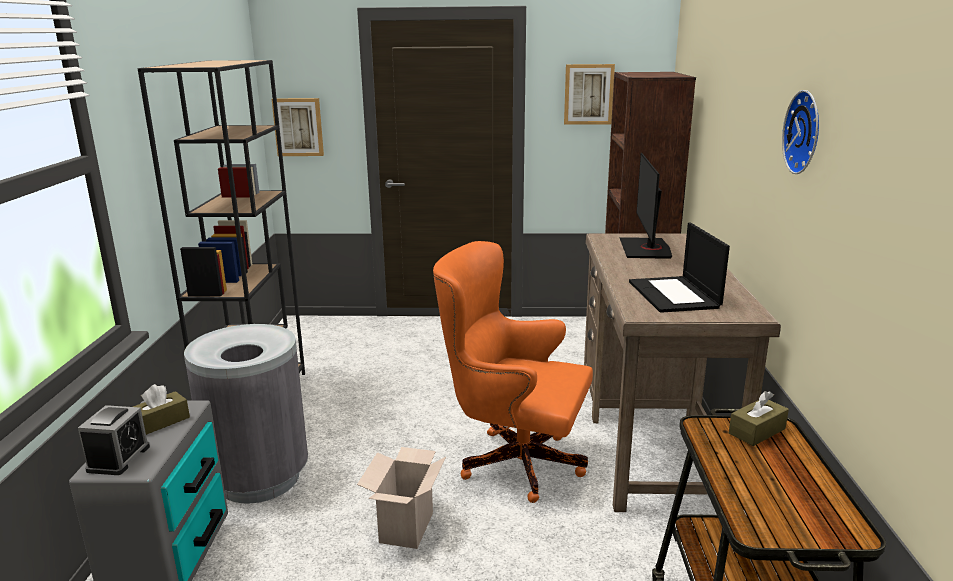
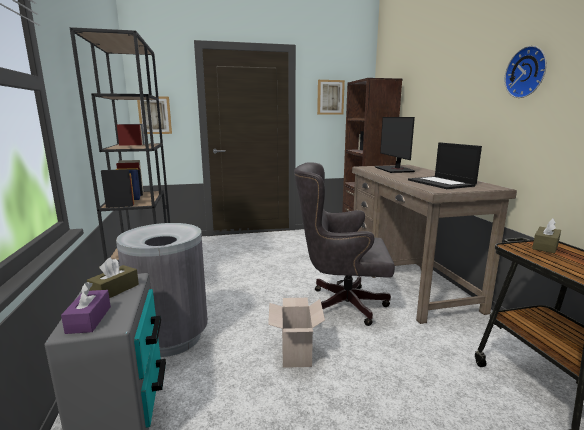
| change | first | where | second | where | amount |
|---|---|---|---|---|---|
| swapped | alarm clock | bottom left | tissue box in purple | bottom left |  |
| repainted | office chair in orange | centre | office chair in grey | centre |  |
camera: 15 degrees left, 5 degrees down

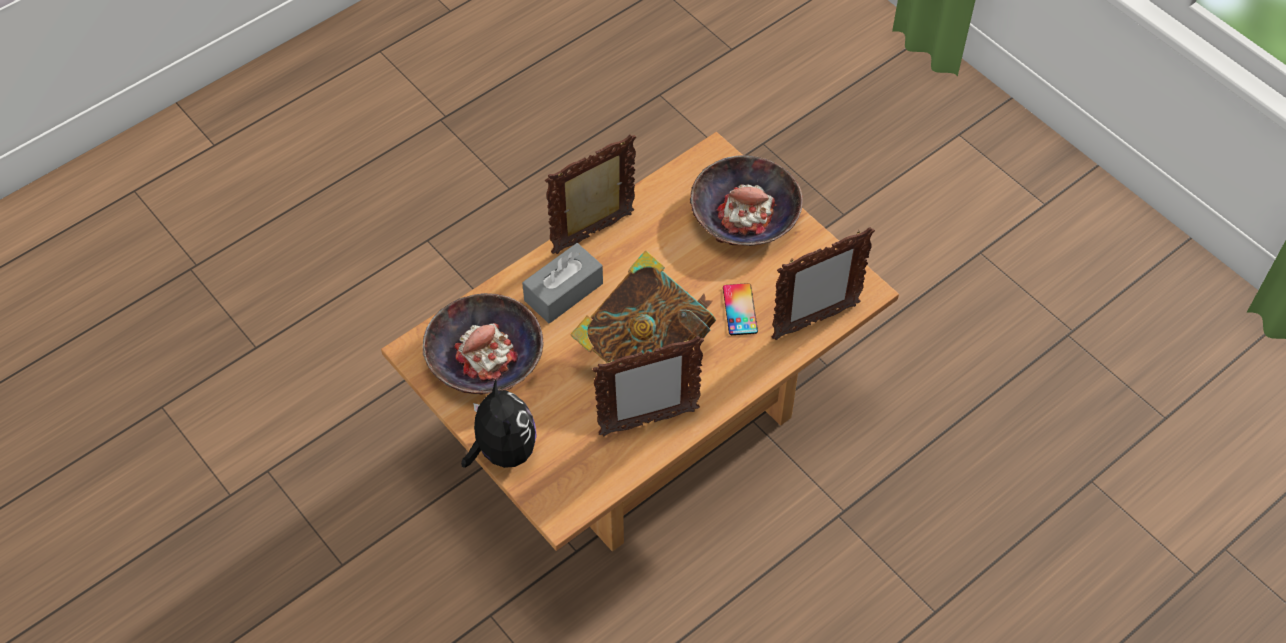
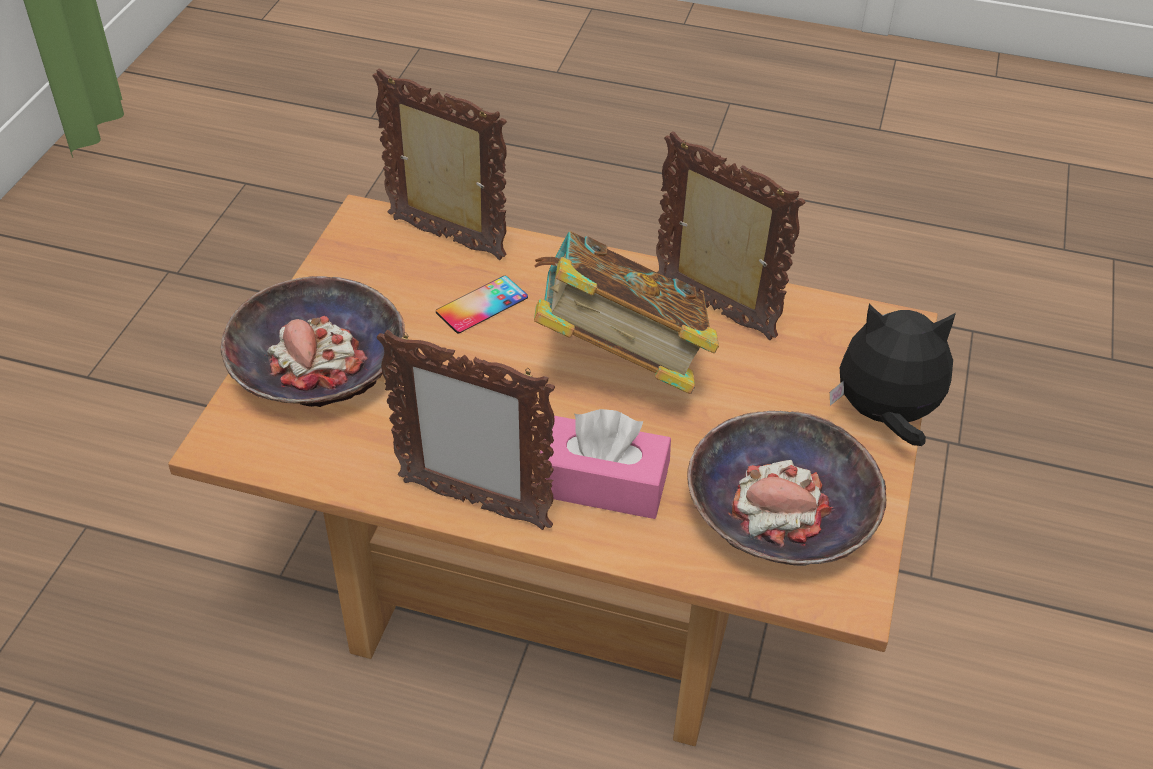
| change | first | where | second | where | amount |
|---|---|---|---|---|---|
| repainted | tissue box in grey | centre | tissue box in pink | centre |  |
| rotated | plush toy | centre |  | middle right | 60 degrees clockwise |
camera: 125 degrees left, 10 degrees down

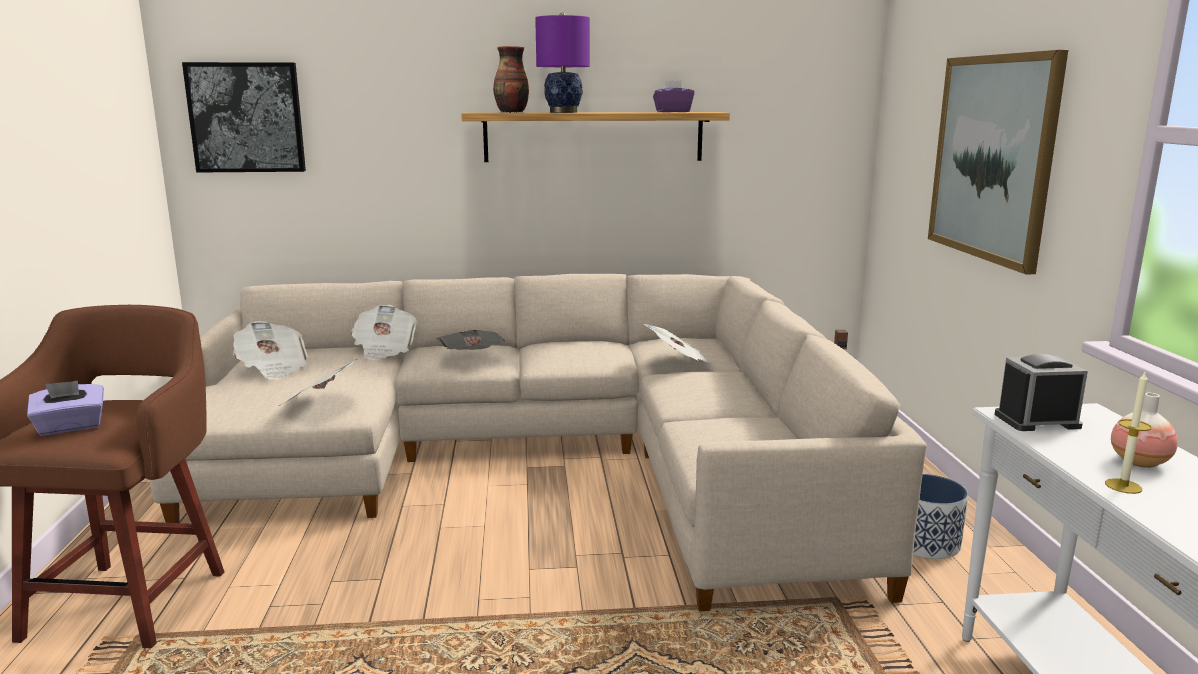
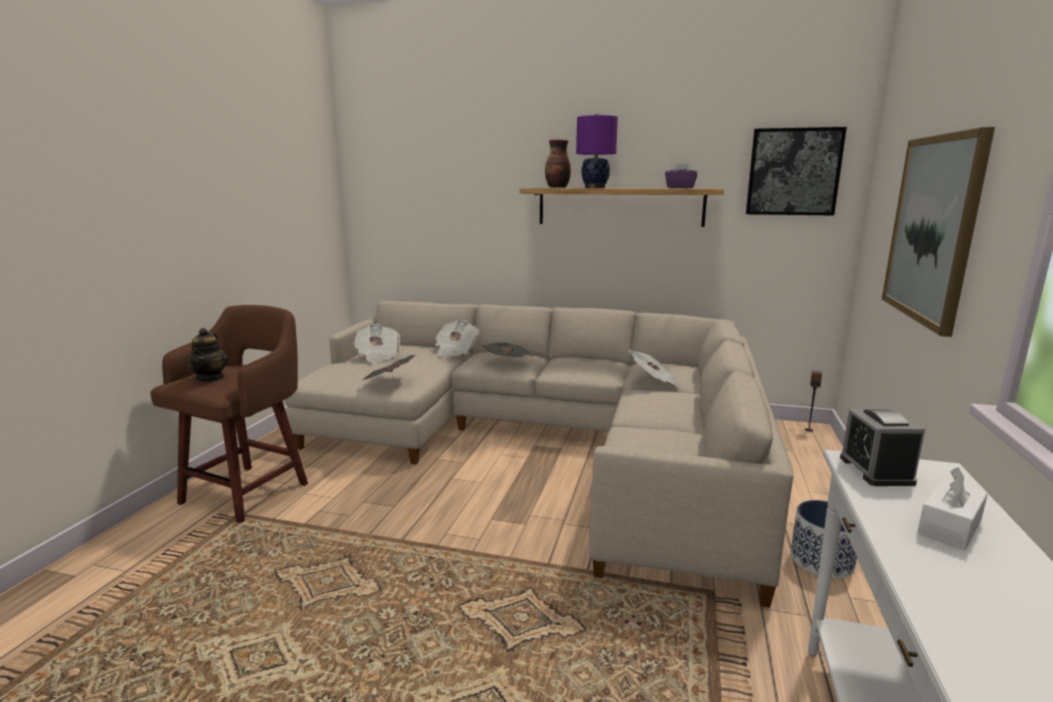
| change | first | where | second | where | amount |
|---|---|---|---|---|---|
| gone | candle | middle right |  |  |  |
| shifted | picture (no. 1 from left) | top left |  | top right |  |
| swapped | tissue box in purple (no. 1 from left) | middle left | teapot | middle left |  |
| swapped | vase (no. 2 from left) | middle right | tissue box in white | bottom right |  |
| rotated | alarm clock | middle right |  | middle right | 105 degrees counterclockwise |
camera: 20 degrees right, 0 degrees up

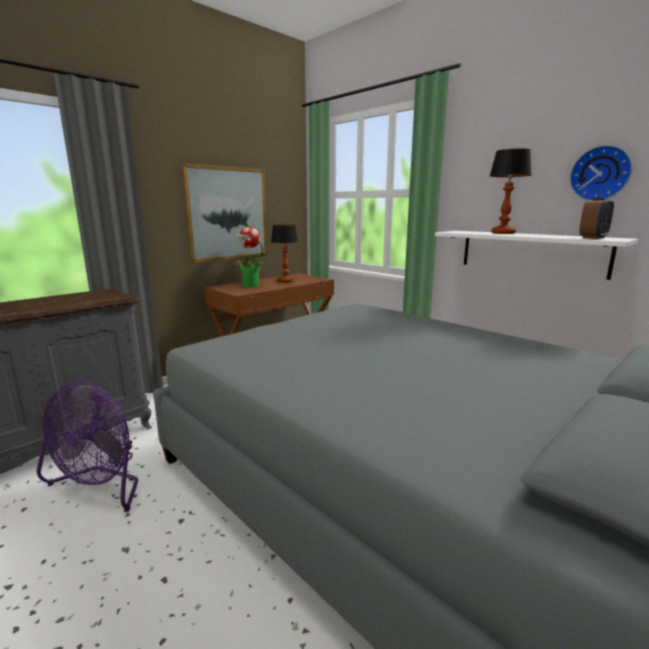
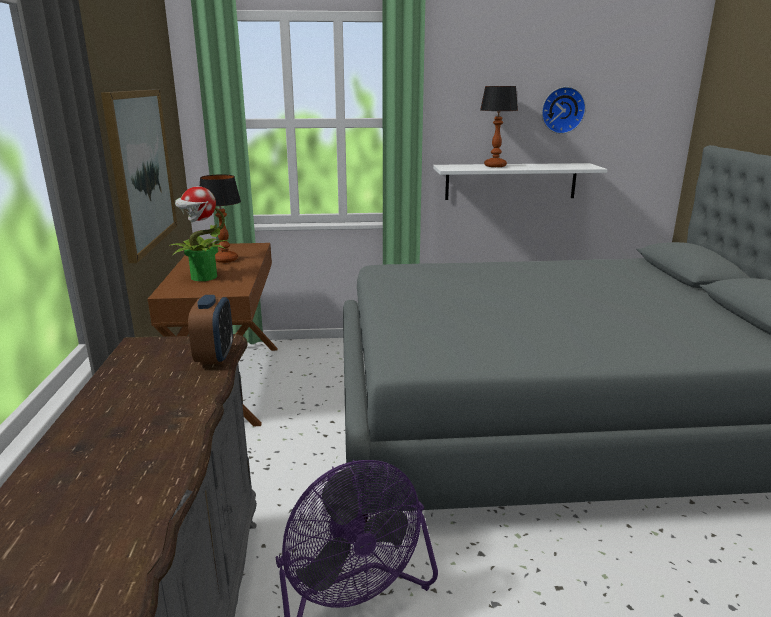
| change | first | where | second | where | amount |
|---|---|---|---|---|---|
| shifted | alarm clock | middle right |  | middle left |  |
camera: 50 degrees left, 5 degrees up

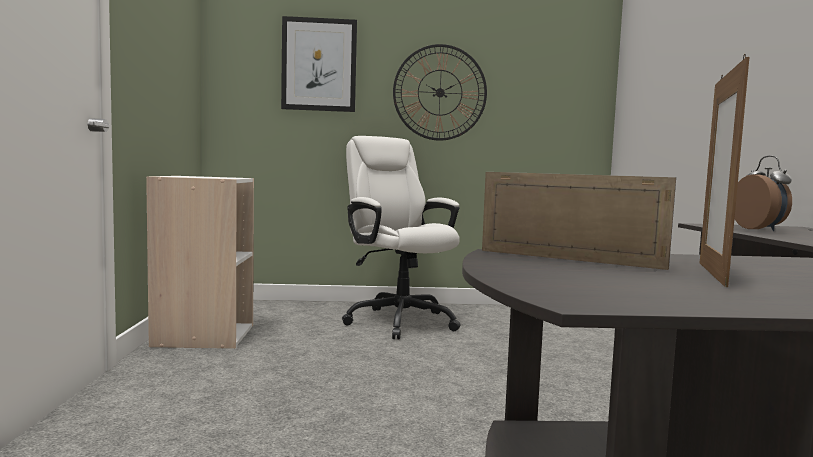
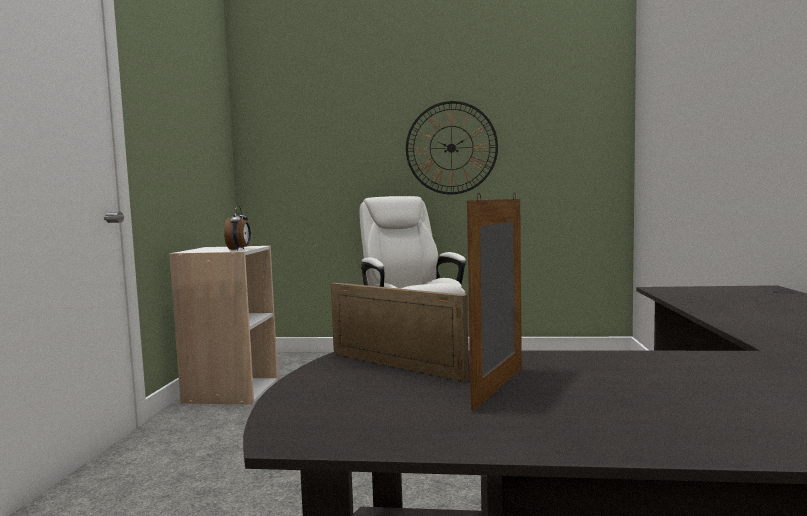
| change | first | where | second | where | amount |
|---|---|---|---|---|---|
| gone | picture | top centre |  |  |  |
| shifted | alarm clock | middle right |  | middle left |  |
camera: 10 degrees right, 0 degrees up

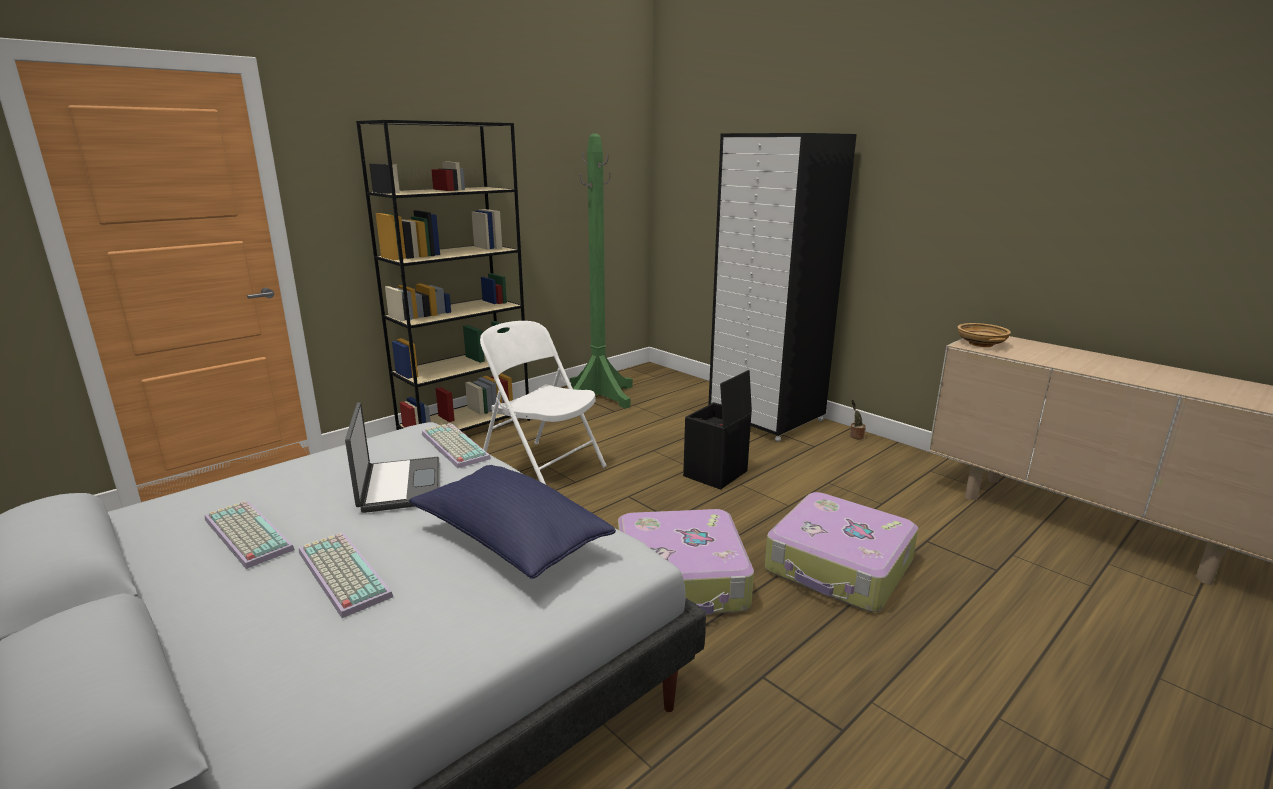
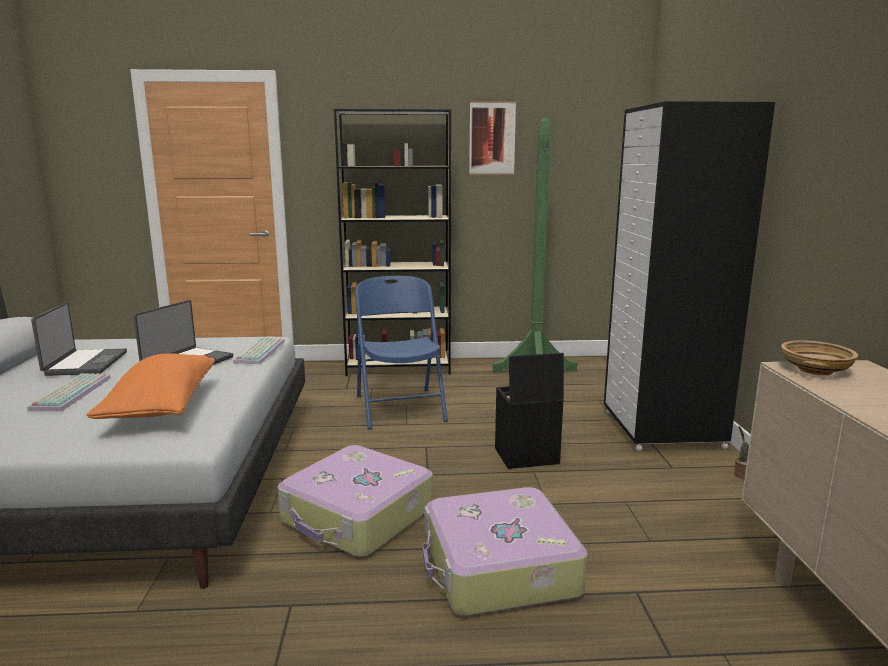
| change | first | where | second | where | amount |
|---|---|---|---|---|---|
| new |  |  | picture | top centre |  |
| swapped | keyboard (no. 1 from left) | bottom left | laptop (no. 1 from left) | middle left |  |
| repainted | pillow in blue | centre | pillow in orange | middle left |  |
| repainted | chair in white | centre | chair in blue | centre |  |
camera: 40 degrees right, 5 degrees down

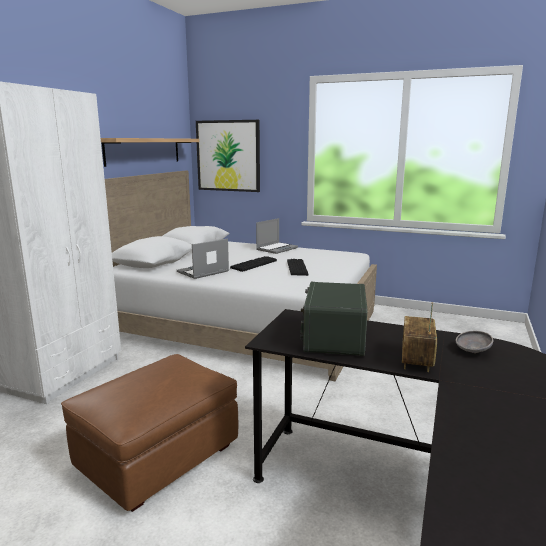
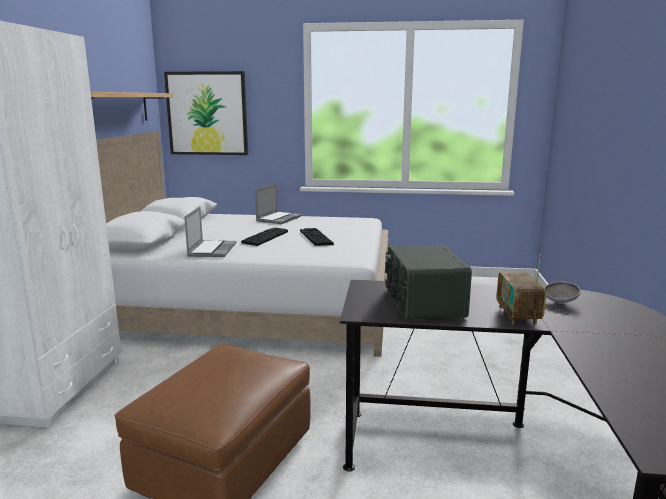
| change | first | where | second | where | amount |
|---|---|---|---|---|---|
| rotated | laptop (no. 1 from left) | centre |  | middle left | 150 degrees clockwise |
camera: 15 degrees left, 0 degrees up

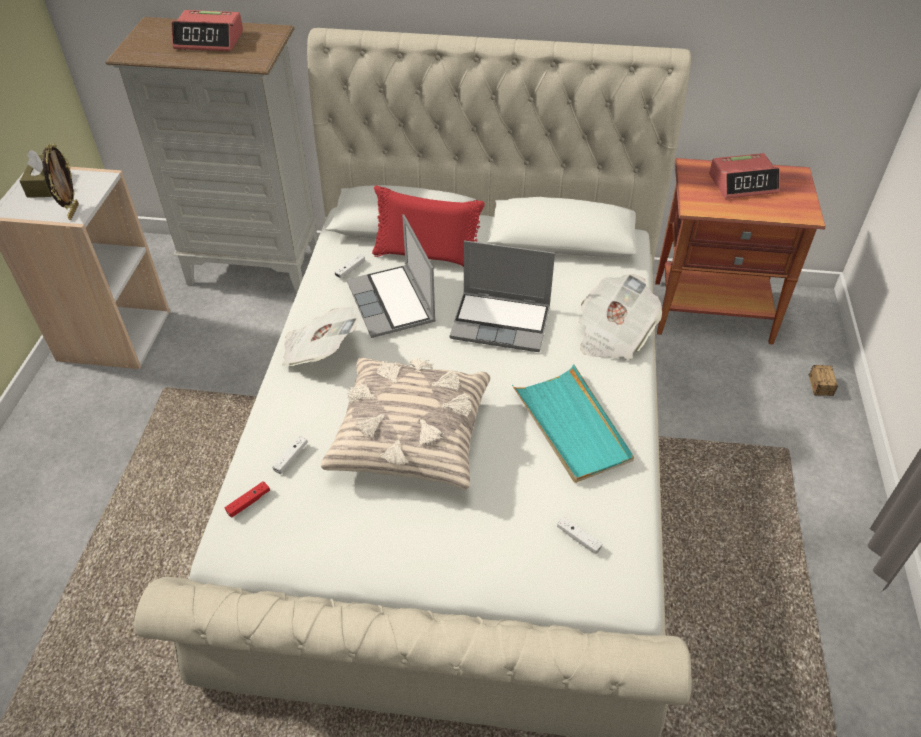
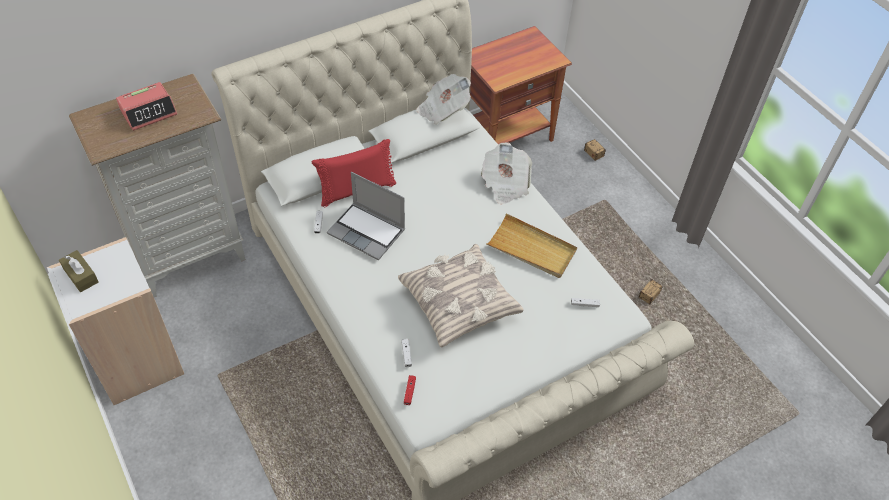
| change | first | where | second | where | amount |
|---|---|---|---|---|---|
| gone | picture frame | top left |  |  |  |
| gone | laptop (no. 2 from left) | centre |  |  |  |
| gone | alarm clock (no. 2 from left) | top right |  |  |  |
| new |  |  | storage box (no. 2 from left) | middle right |  |
| shifted | newspaper (no. 1 from left) | centre |  | top centre |  |
| repainted | tray in turquoise | centre | tray in beige | centre |  |
camera: 40 degrees left, 5 degrees up

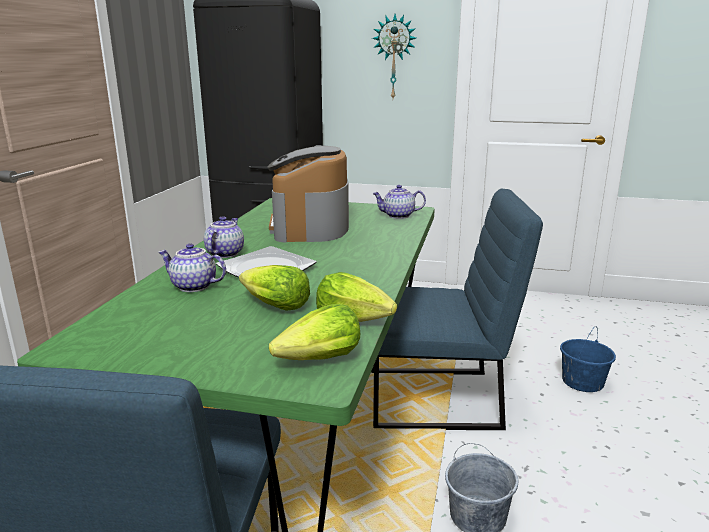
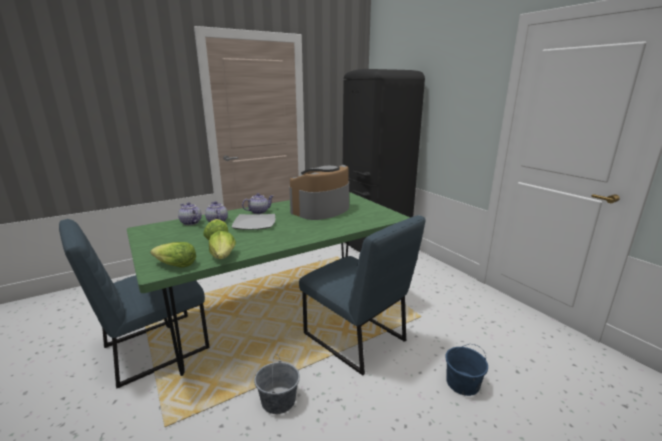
| change | first | where | second | where | amount |
|---|---|---|---|---|---|
| gone | wall clock | top centre |  |  |  |
| shifted | teapot (no. 3 from left in the first image) | centre | teapot (no. 1 from left) | middle left |  |
camera: 45 degrees right, 0 degrees up

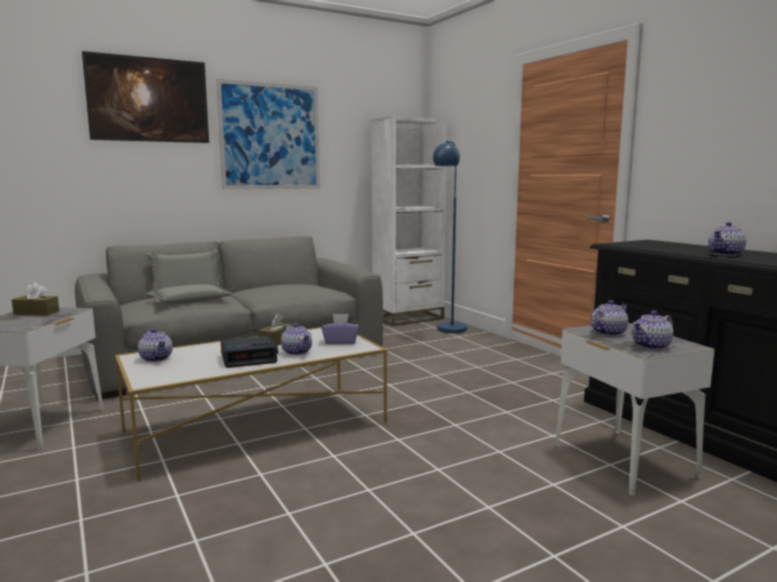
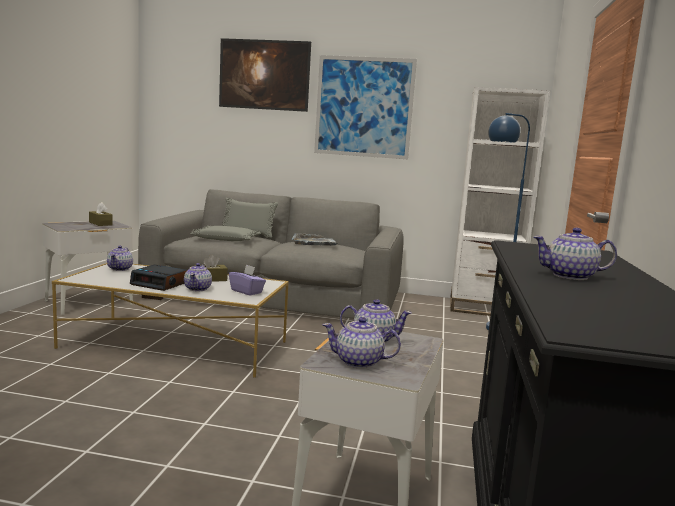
| change | first | where | second | where | amount |
|---|---|---|---|---|---|
| new |  |  | tray in grey | centre |  |
camera: 40 degrees right, 0 degrees up

